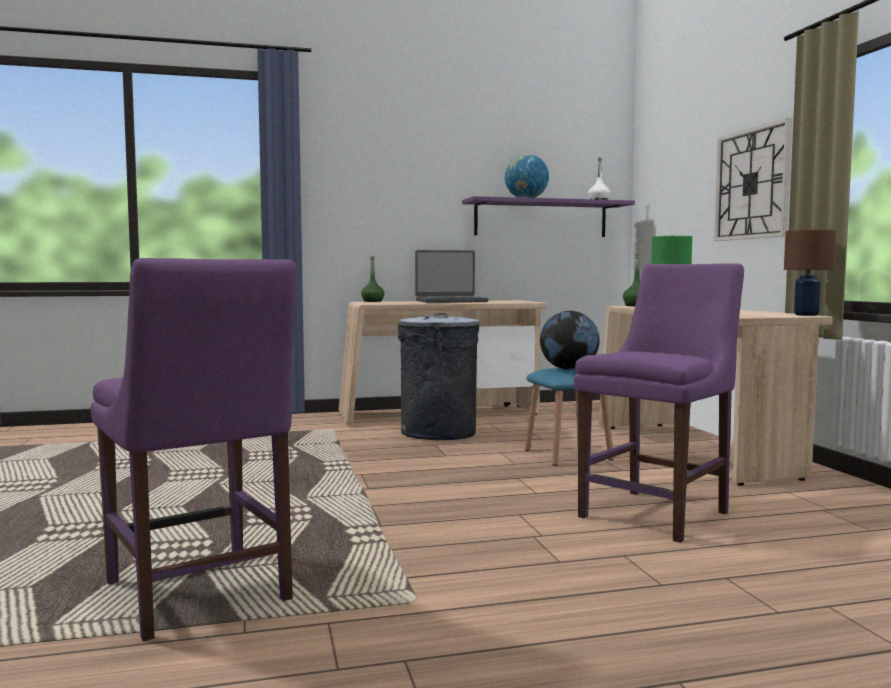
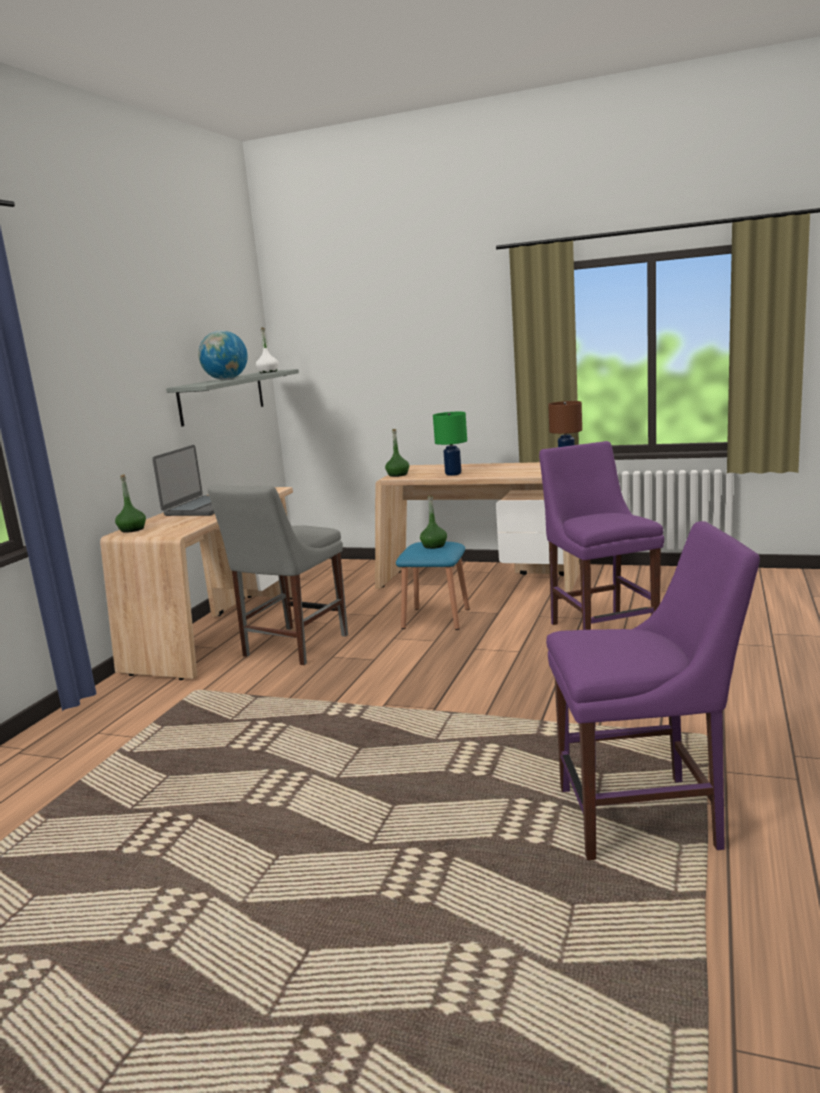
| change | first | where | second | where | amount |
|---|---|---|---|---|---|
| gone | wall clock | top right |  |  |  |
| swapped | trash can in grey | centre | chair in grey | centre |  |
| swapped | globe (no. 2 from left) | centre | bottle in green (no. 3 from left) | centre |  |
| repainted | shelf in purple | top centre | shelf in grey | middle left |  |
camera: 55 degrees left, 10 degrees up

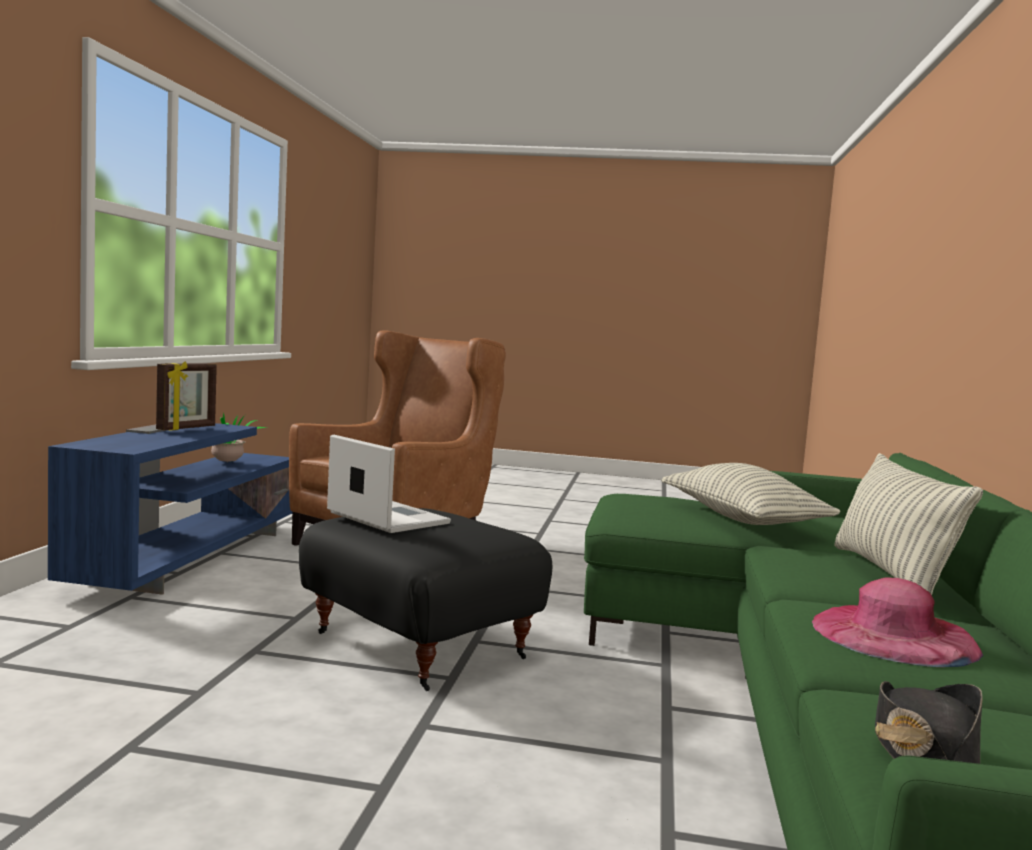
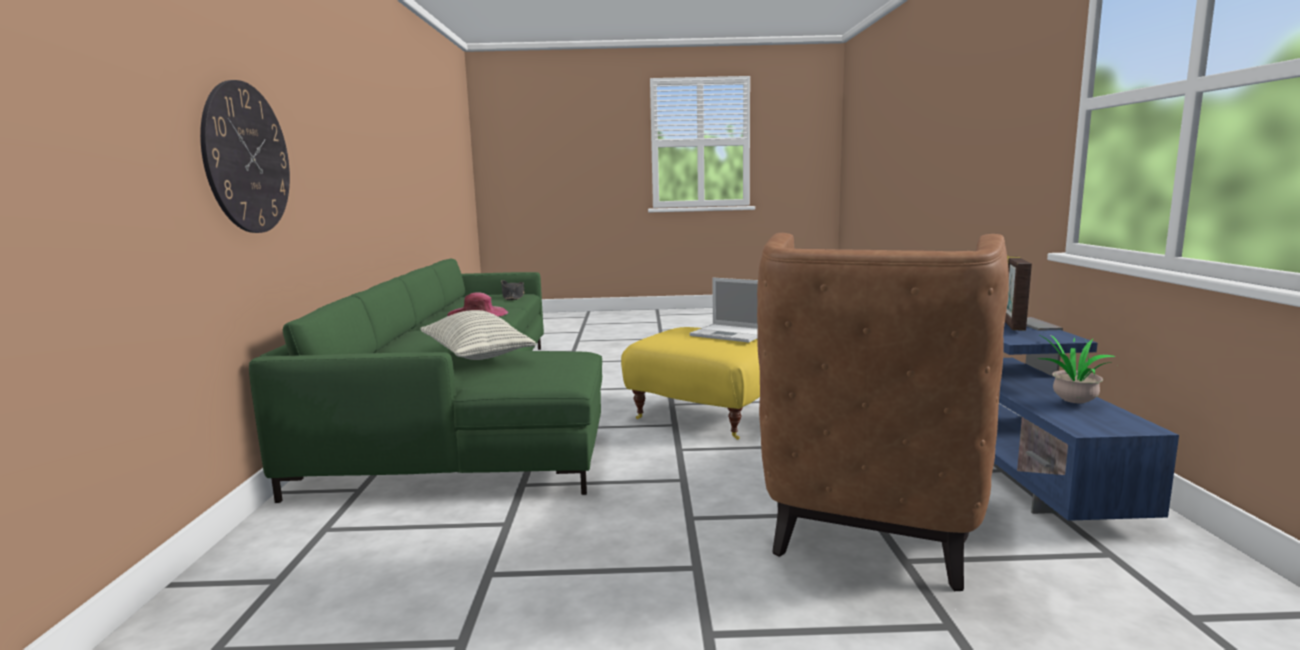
| change | first | where | second | where | amount |
|---|---|---|---|---|---|
| gone | pillow (no. 2 from left) | middle right |  |  |  |
| new |  |  | wall clock | top left |  |
| repainted | ottoman in black | bottom centre | ottoman in yellow | centre |  |
camera: 170 degrees right, 5 degrees up

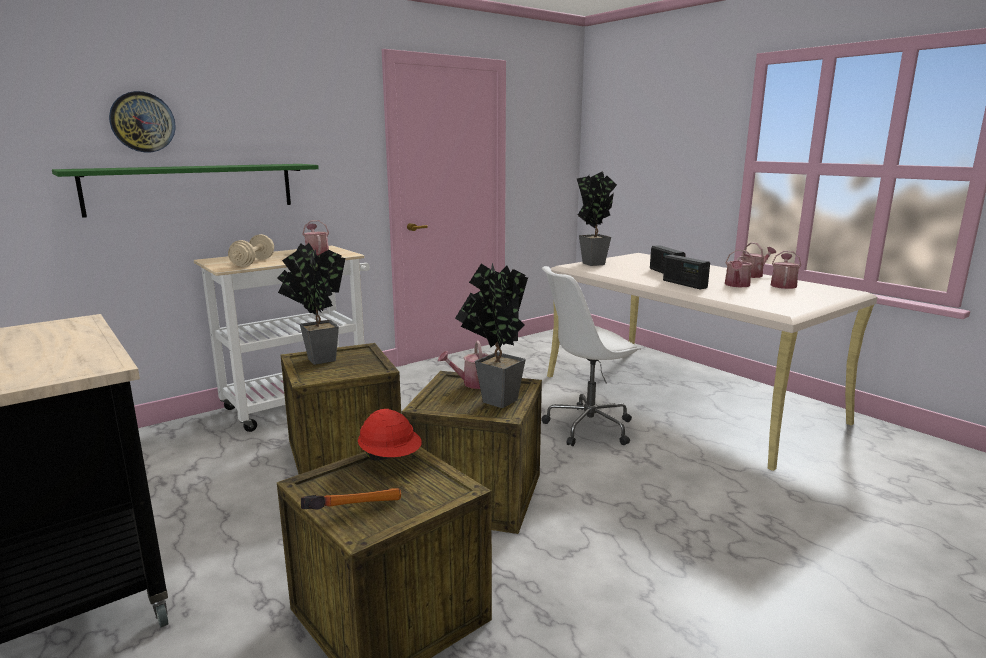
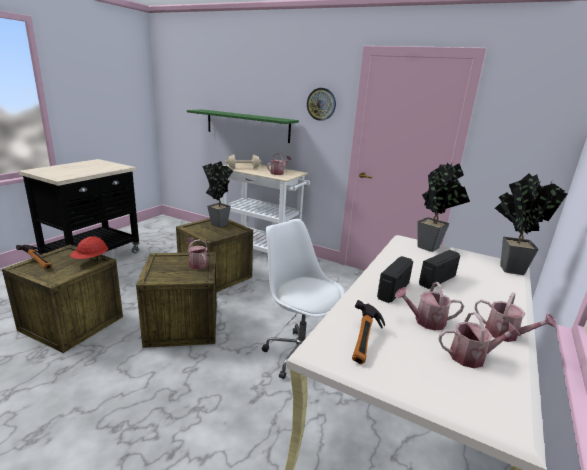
| change | first | where | second | where | amount |
|---|---|---|---|---|---|
| new |  |  | hammer (no. 2 from left) | bottom centre |  |
| shifted | wall clock | top left |  | top centre |  |
| shifted | potted plant (no. 2 from left in the first image) | centre | potted plant (no. 3 from left) | middle right |  |
camera: 65 degrees right, 5 degrees up

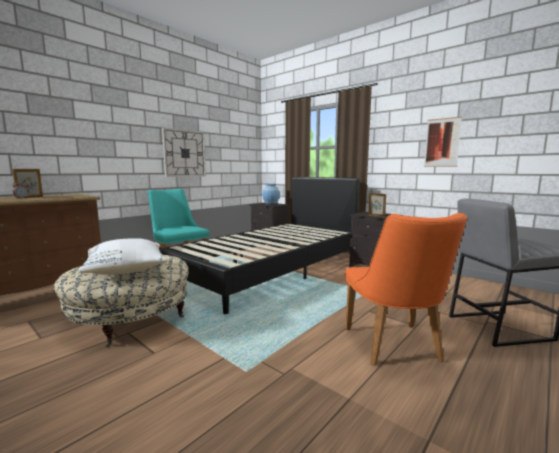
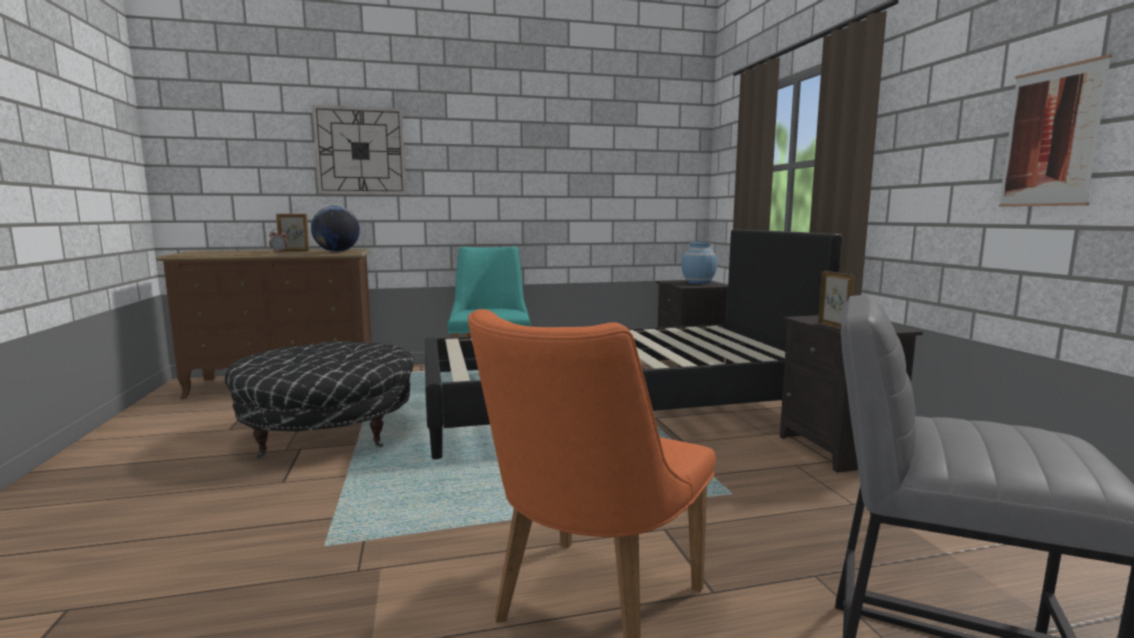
| change | first | where | second | where | amount |
|---|---|---|---|---|---|
| gone | pillow in white | middle left |  |  |  |
| new |  |  | globe | middle left |  |
| shifted | wall clock | middle left |  | top left |  |
| repainted | ottoman in beige | middle left | ottoman in black | middle left |  |
camera: 35 degrees right, 0 degrees up

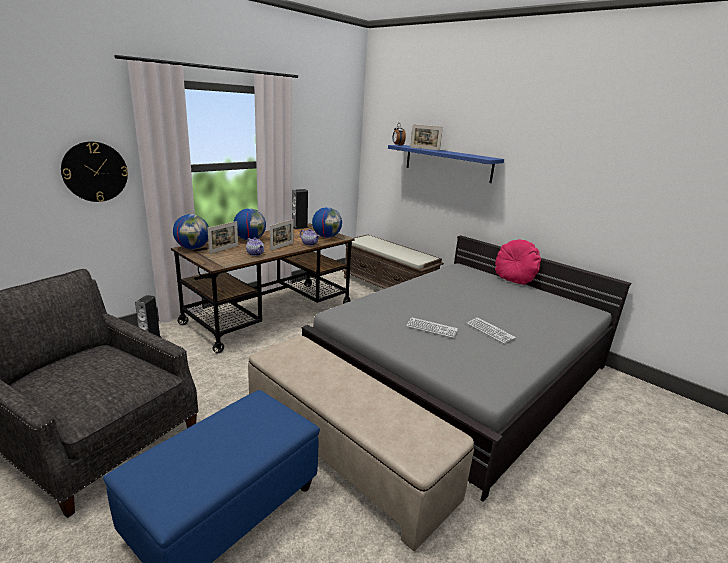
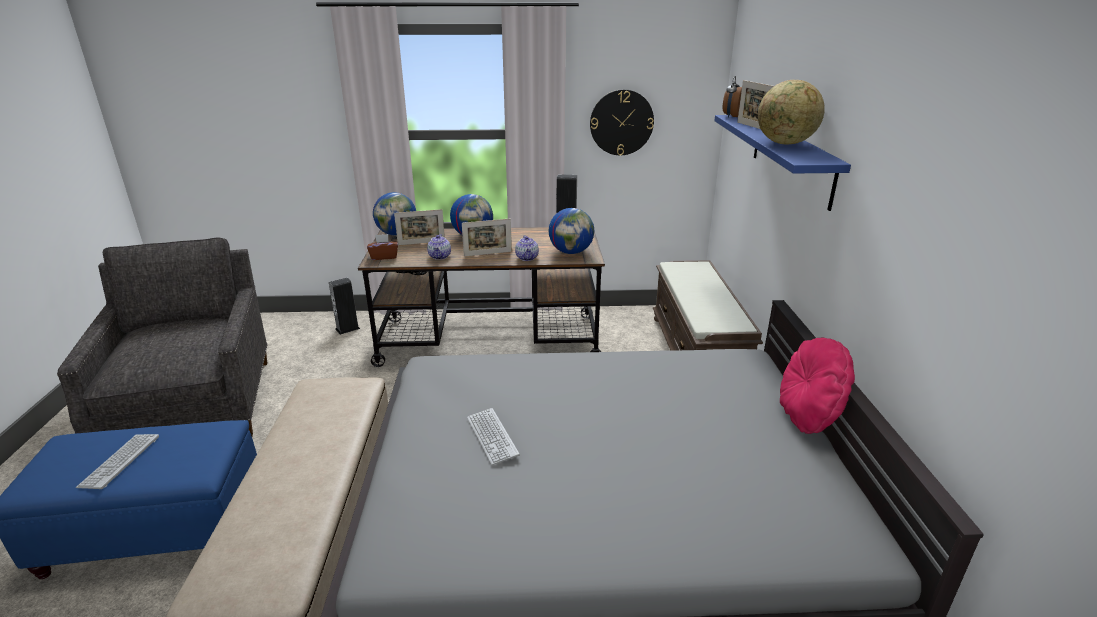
| change | first | where | second | where | amount |
|---|---|---|---|---|---|
| new |  |  | tissue box in brown | centre |  |
| new |  |  | globe (no. 4 from left) | top right |  |
| shifted | wall clock | top left |  | top centre |  |
| shifted | keyboard (no. 2 from left in the first image) | middle right | keyboard (no. 1 from left) | bottom left |  |
camera: 45 degrees right, 5 degrees up

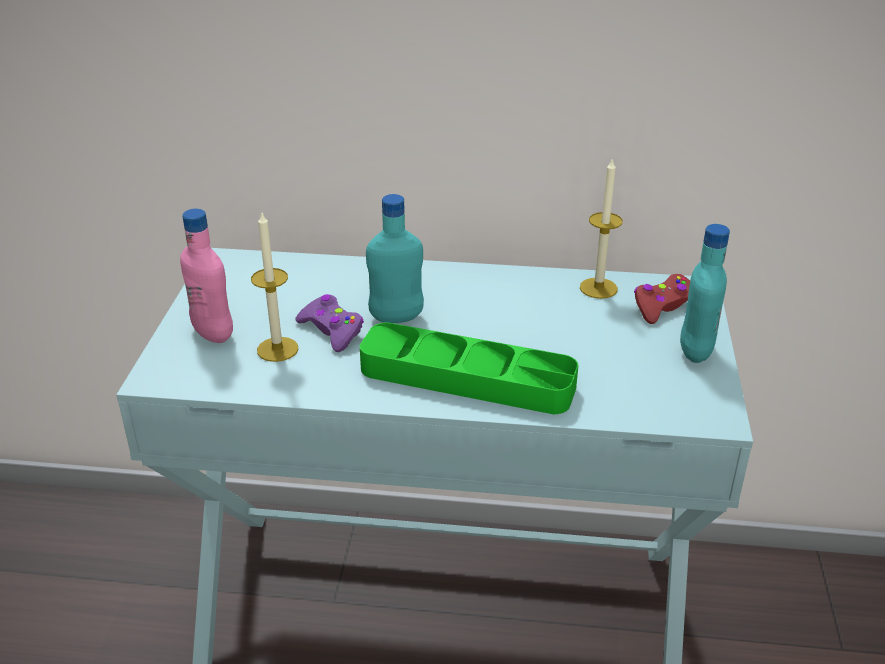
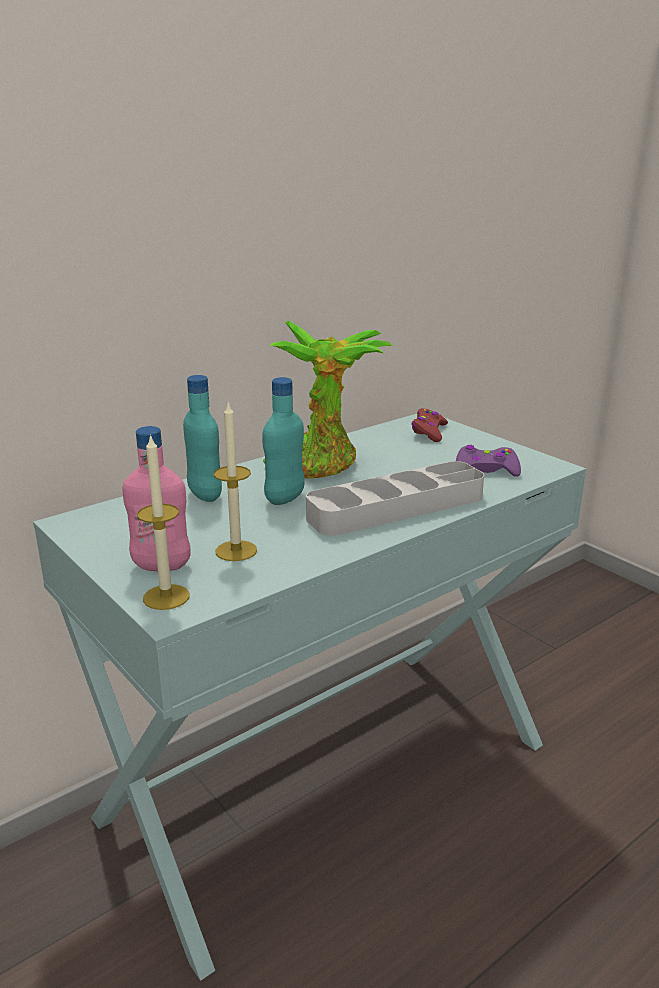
| change | first | where | second | where | amount |
|---|---|---|---|---|---|
| new |  |  | potted plant | centre |  |
| shifted | game controller in purple | centre |  | middle right |  |
| shifted | candle (no. 2 from left in the first image) | middle right | candle (no. 1 from left) | middle left |  |
| shifted | bottle in turquoise (no. 2 from left in the first image) | middle right | bottle in turquoise (no. 1 from left) | middle left |  |
| repainted | tray in green | centre | tray in grey | centre |  |
camera: 45 degrees left, 10 degrees down

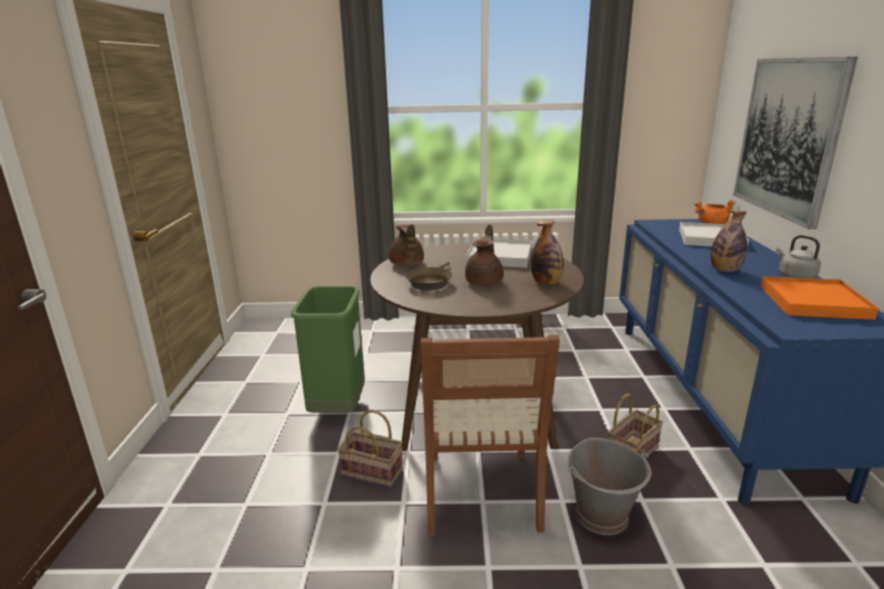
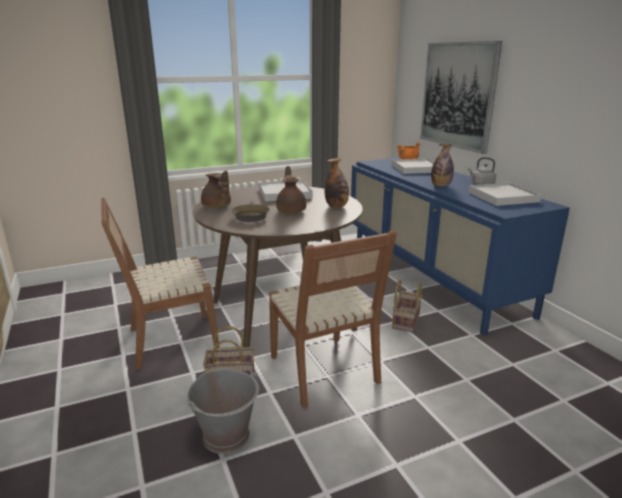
| change | first | where | second | where | amount |
|---|---|---|---|---|---|
| shifted | bucket in grey | bottom right |  | bottom centre |  |
| swapped | trash can in green | centre | chair (no. 1 from left) | middle left |  |
| repainted | tray in orange | middle right | tray in white (no. 3 from left) | middle right |  |
camera: 25 degrees left, 0 degrees up

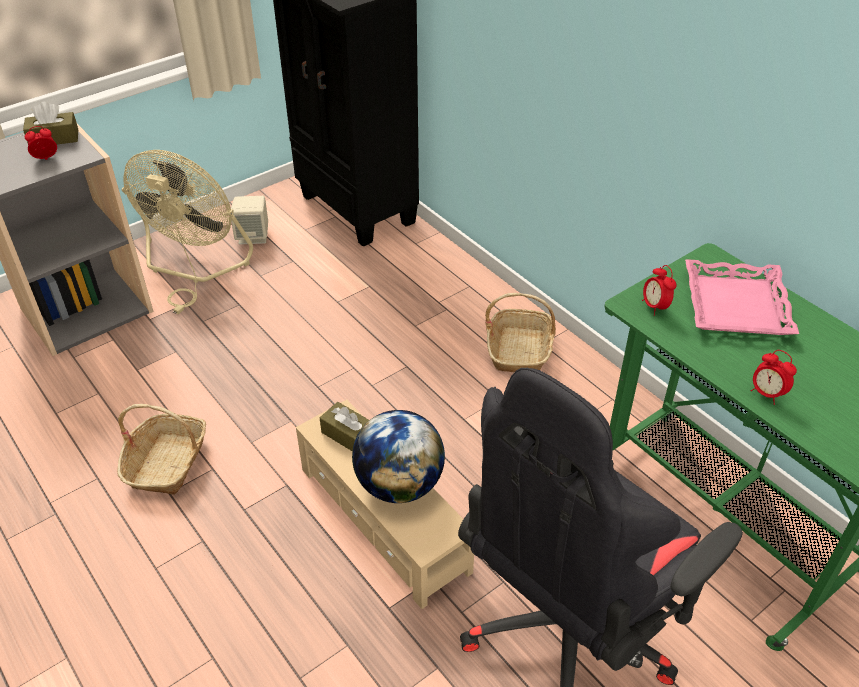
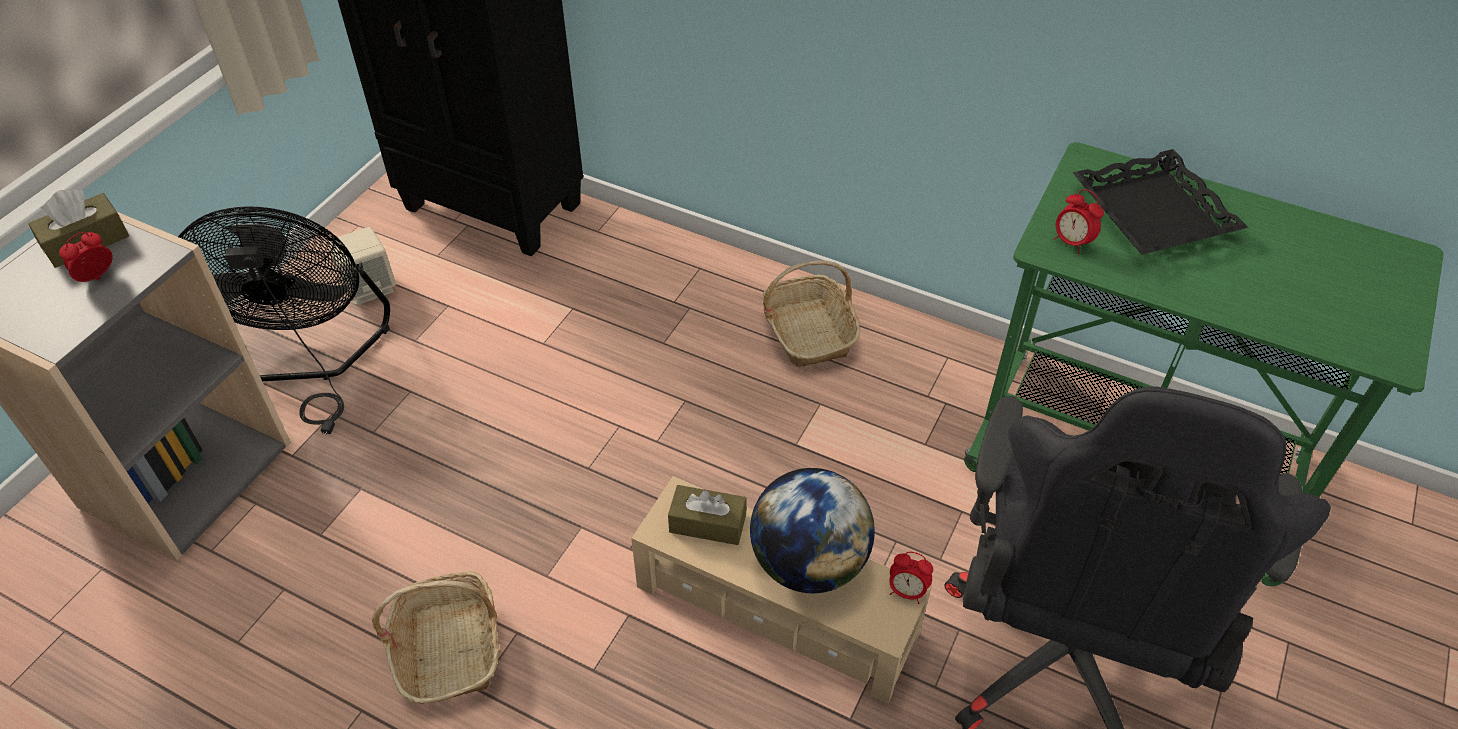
| change | first | where | second | where | amount |
|---|---|---|---|---|---|
| shifted | alarm clock (no. 3 from left in the first image) | middle right | alarm clock (no. 2 from left) | bottom centre |  |
| repainted | fan in beige | middle left | fan in black | middle left |  |
| repainted | tray in pink | middle right | tray in black | top right |  |
camera: 25 degrees left, 5 degrees up

